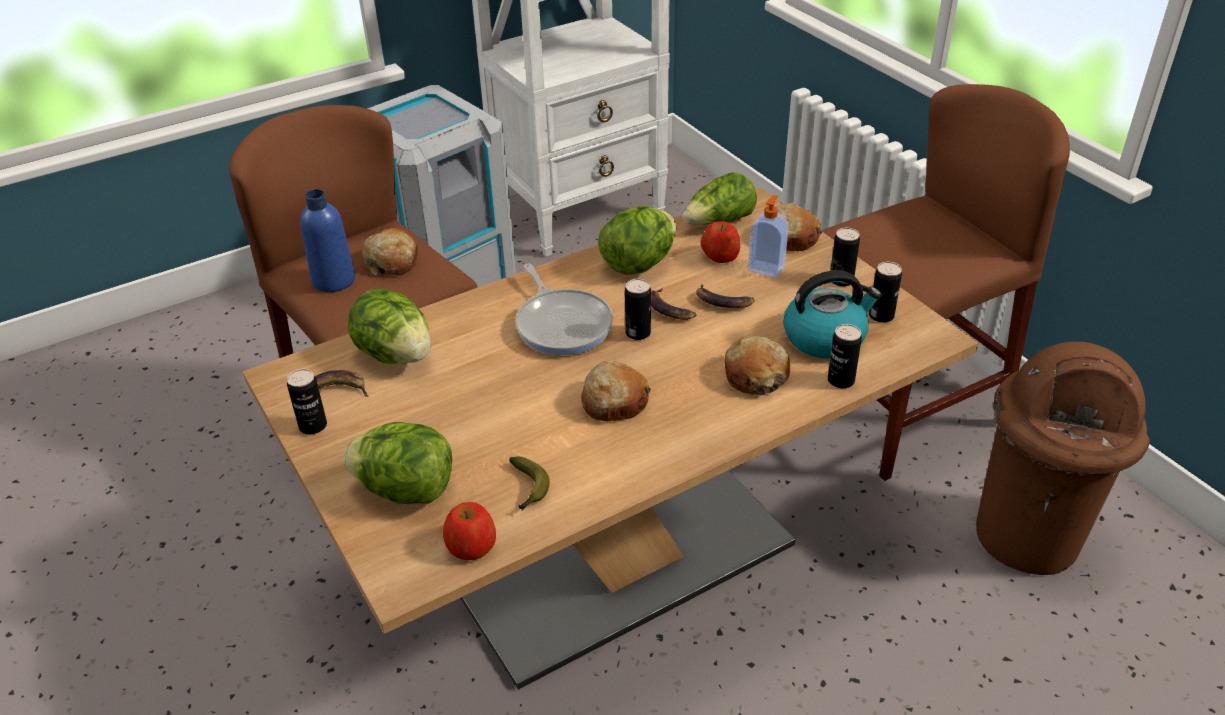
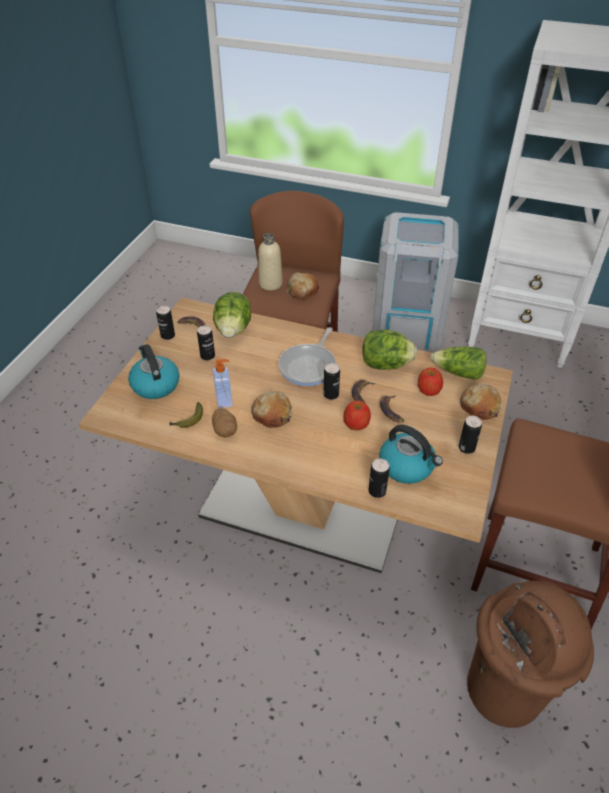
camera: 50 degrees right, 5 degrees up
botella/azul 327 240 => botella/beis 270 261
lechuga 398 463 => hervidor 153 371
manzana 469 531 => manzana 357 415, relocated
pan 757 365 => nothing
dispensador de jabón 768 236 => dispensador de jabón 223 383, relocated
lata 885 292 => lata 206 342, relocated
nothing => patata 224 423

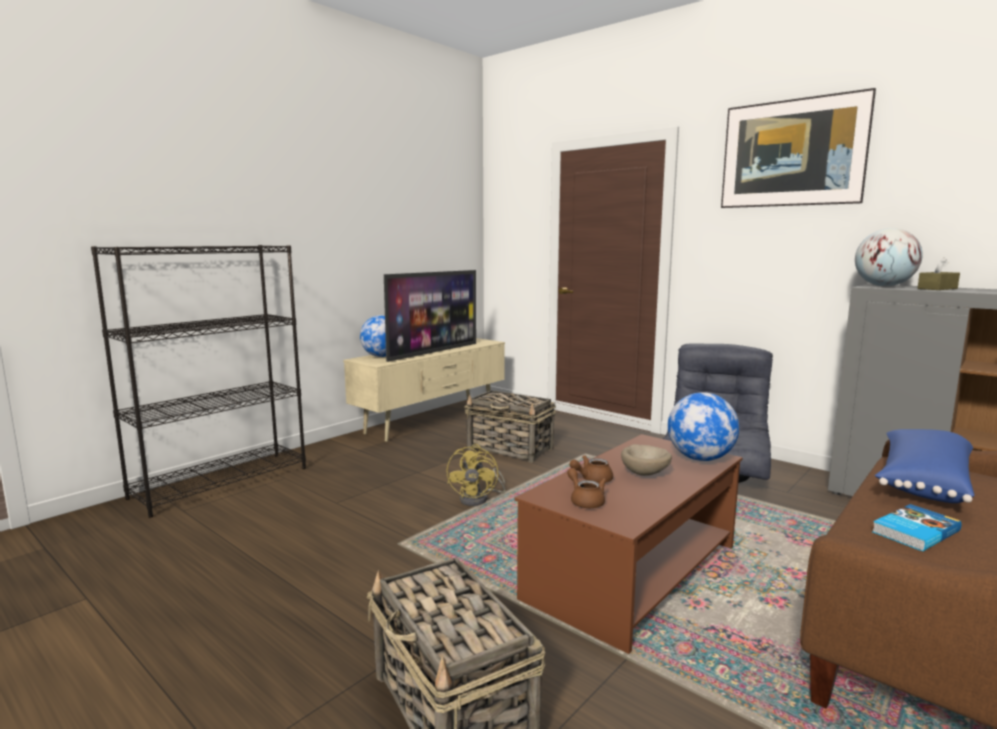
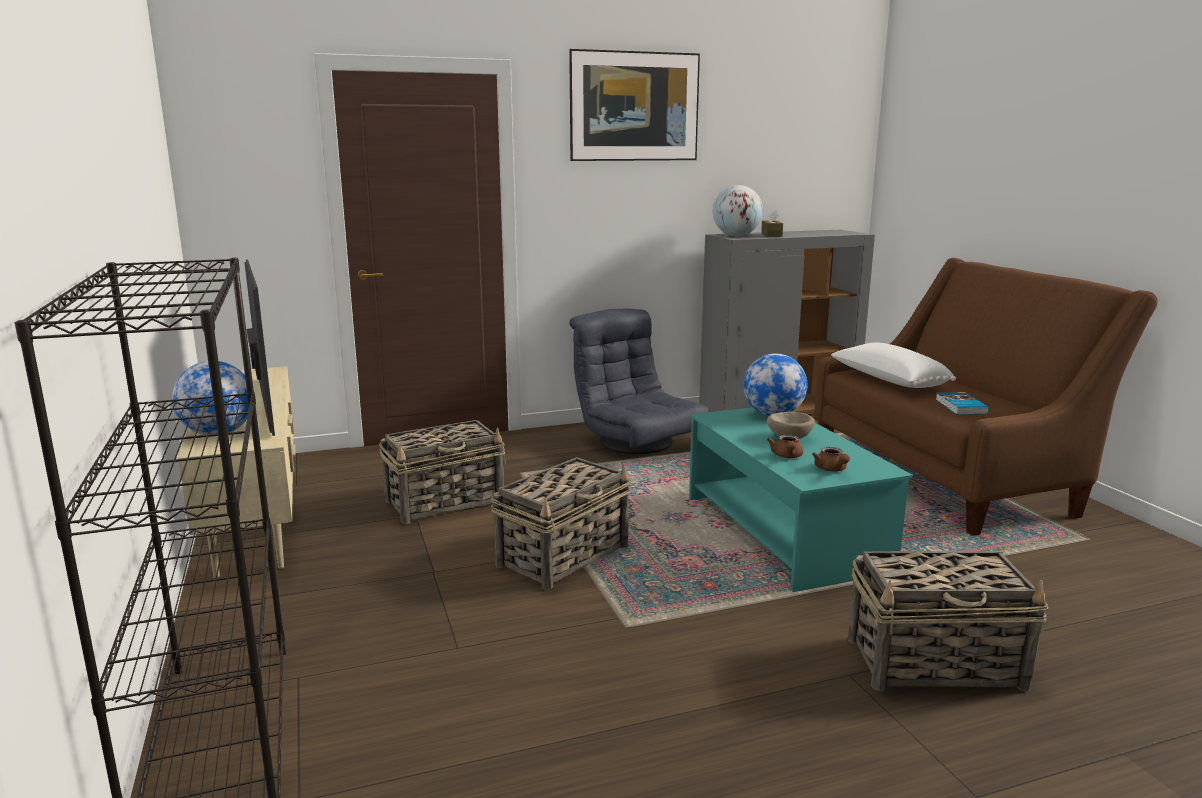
camera: 60 degrees left, 5 degrees up
ventilador/amarillo 476 475 => cesta 561 523
mesa de centro/marrón 629 544 => mesa de centro/turquesa 801 499
tetera/marrón 586 488 => tetera/marrón 831 459, 105 degrees counterclockwise
cojín/azul 925 466 => cojín/blanco 893 365

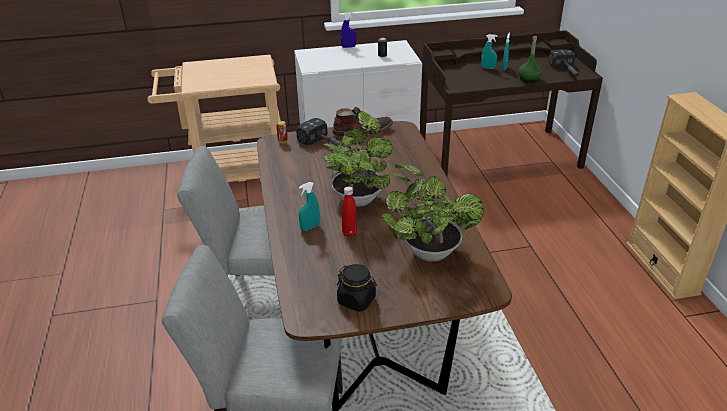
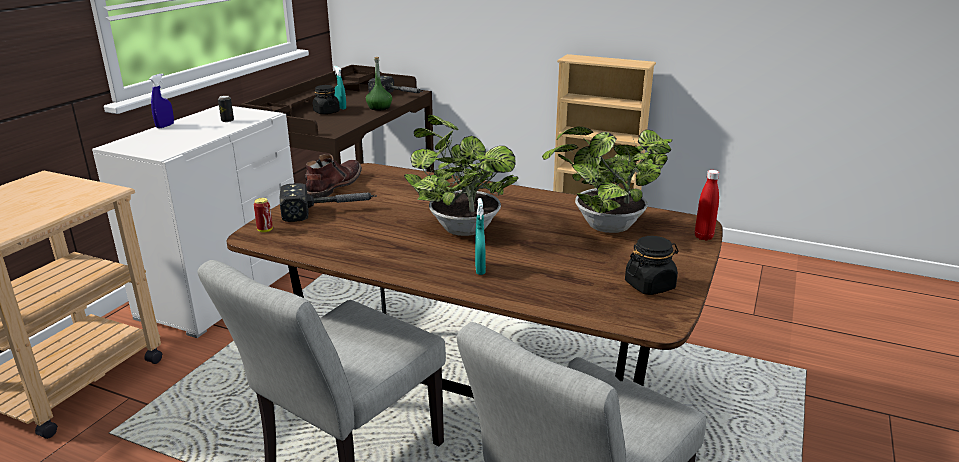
camera: 55 degrees left, 10 degrees down
botella/rojo 349 211 => botella/rojo 707 205, relocated
pulverizador/turquesa 489 51 => tarro/negro 326 99

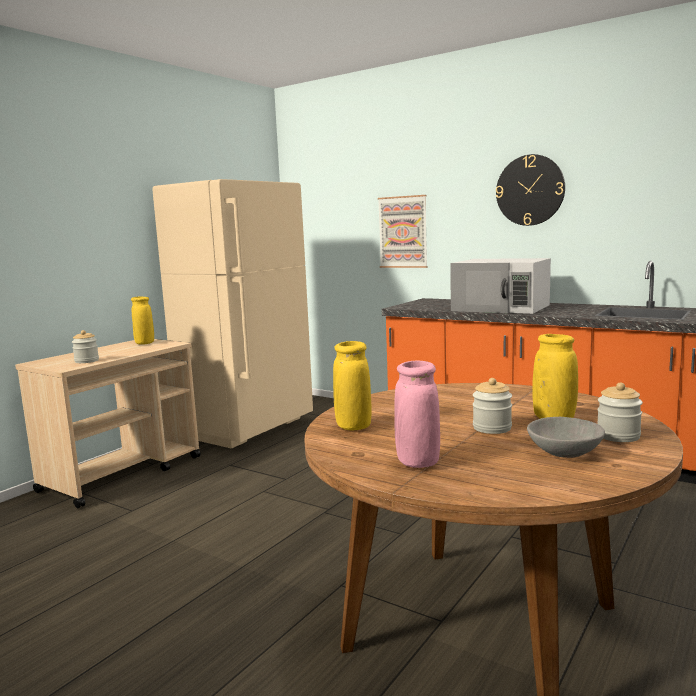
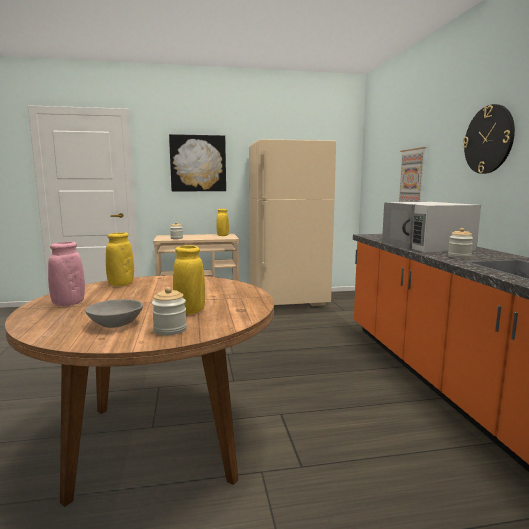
camera: 45 degrees right, 0 degrees up
tarro 492 406 => tarro 460 243, relocated
nothing => cuadro 197 162

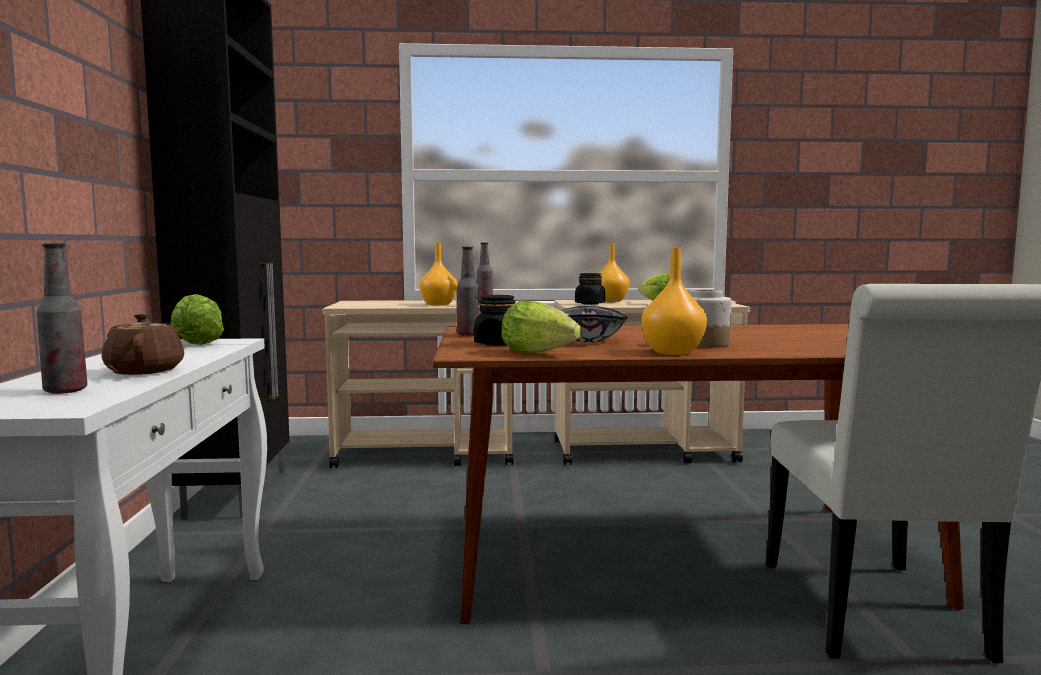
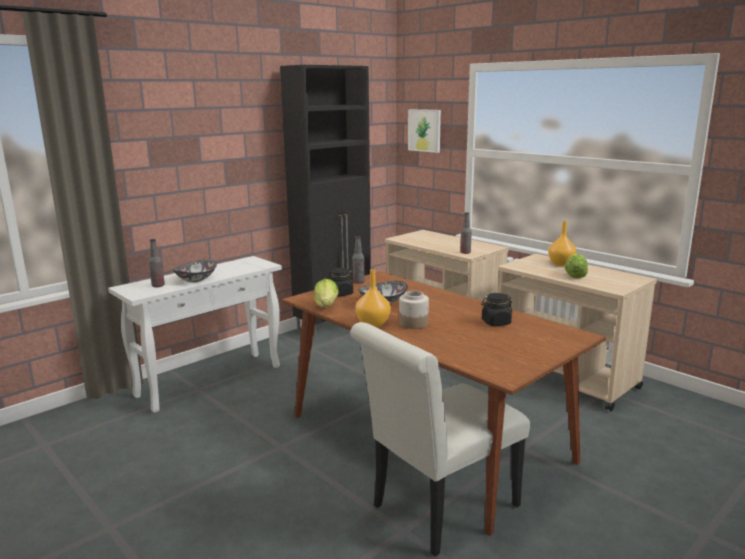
camera: 50 degrees right, 10 degrees up
tetera/marrón 143 344 => cuenco 194 270
lechuga 197 319 => nothing
florero/naranja 438 274 => nothing
tarro/negro 590 289 => tarro/negro 496 309, relocated
nothing => cuadro 424 131

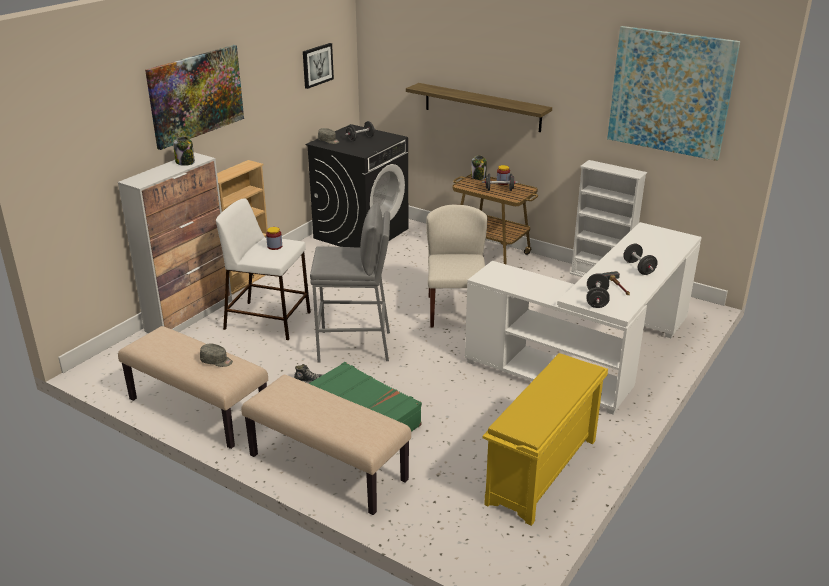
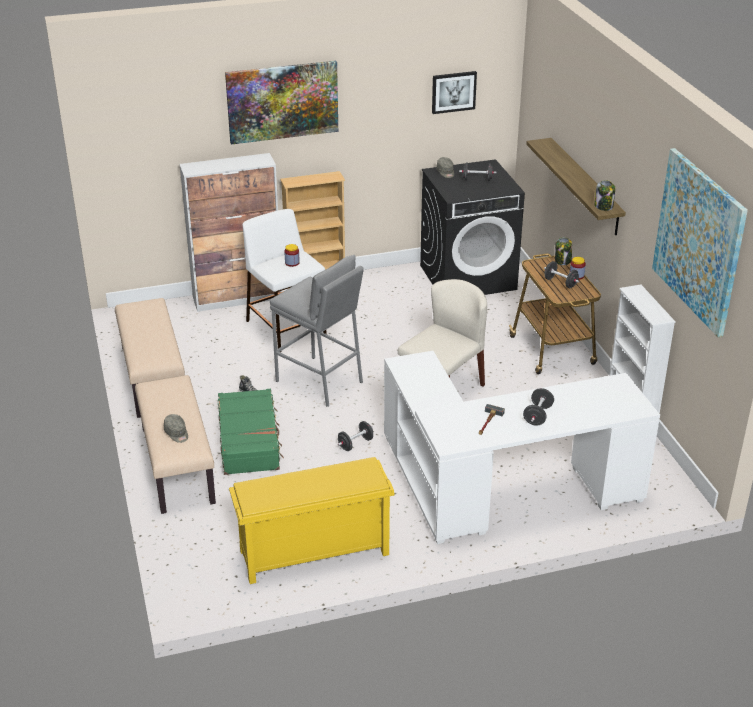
camera: 40 degrees right, 5 degrees up
tarro 184 151 => tarro 605 195, relocated
gorra/gris 216 355 => gorra/gris 176 428, relocated
mancuerna/negro 598 290 => mancuerna/negro 355 436, relocated

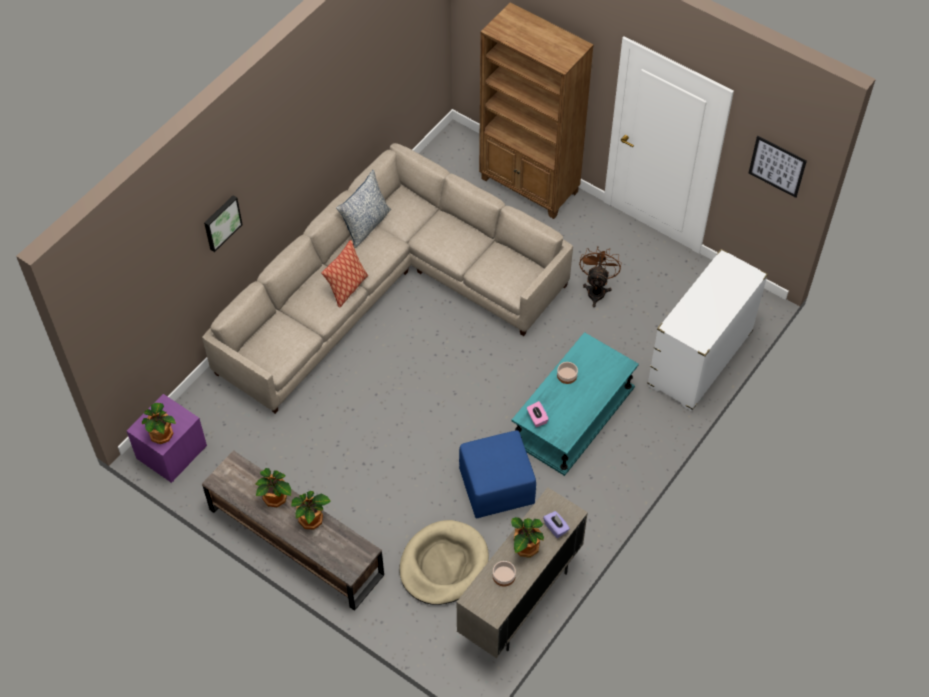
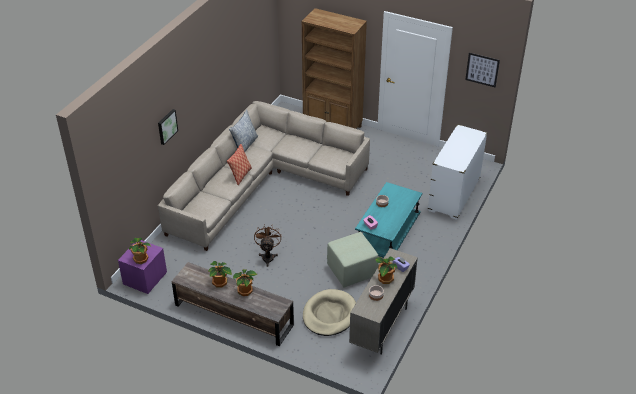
camera: 10 degrees left, 15 degrees down
puf/azul 497 474 => puf/verde 352 259
ventilador/marrón 600 276 => ventilador/marrón 267 245, relocated

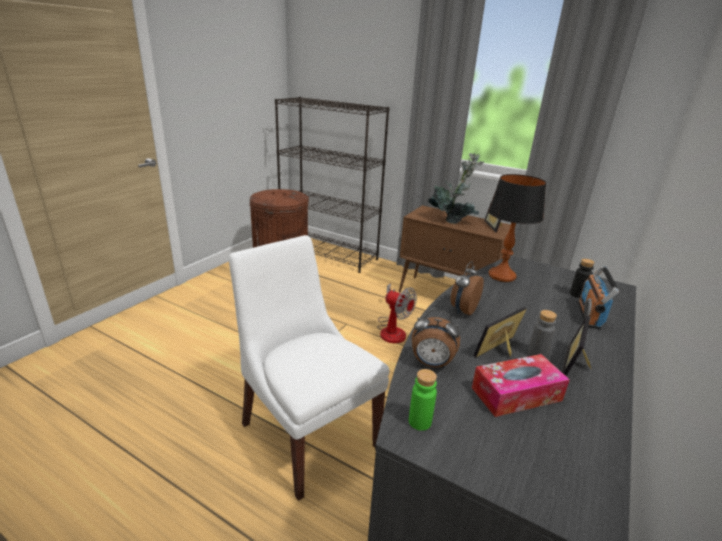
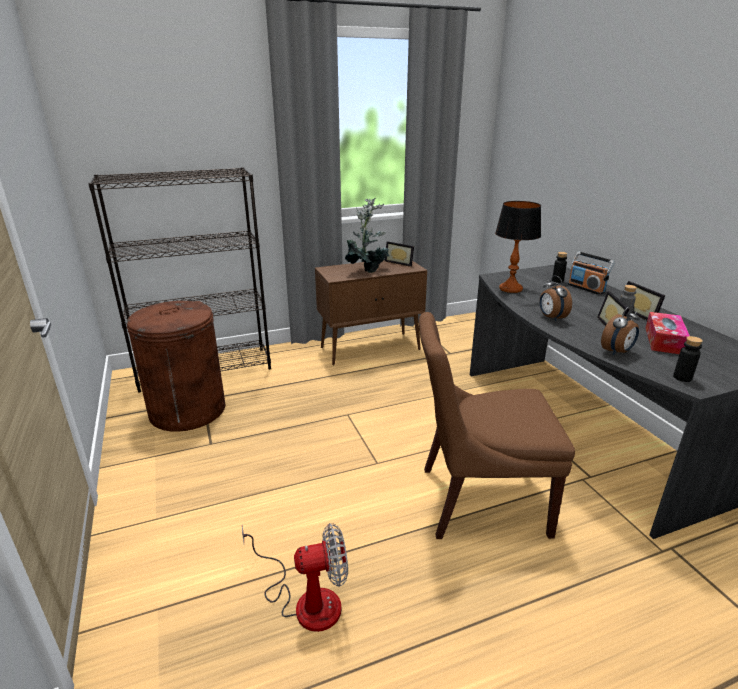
camera: 50 degrees left, 0 degrees up
silla/blanco 309 368 => silla/marrón 497 425
ventilador 397 313 => ventilador 295 577, relocated
botella/verde 423 400 => botella/negro 688 359

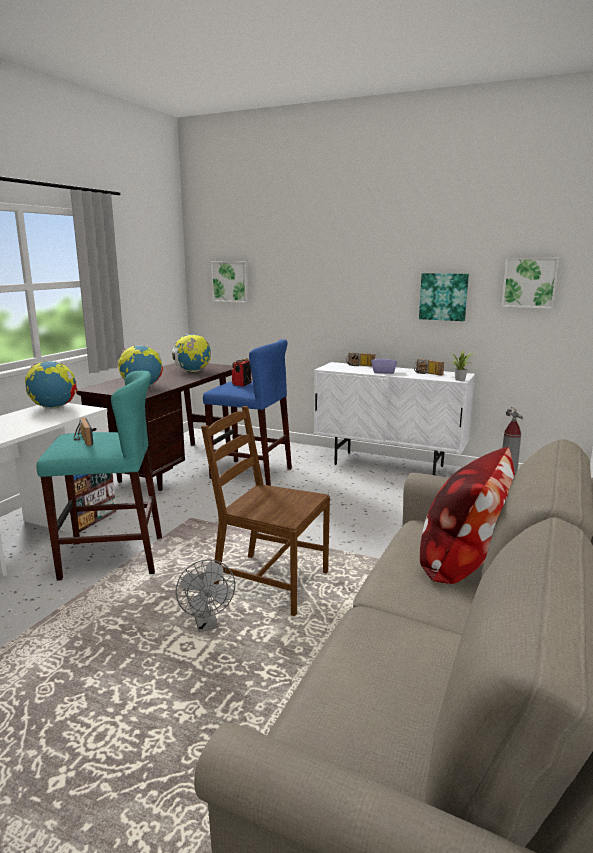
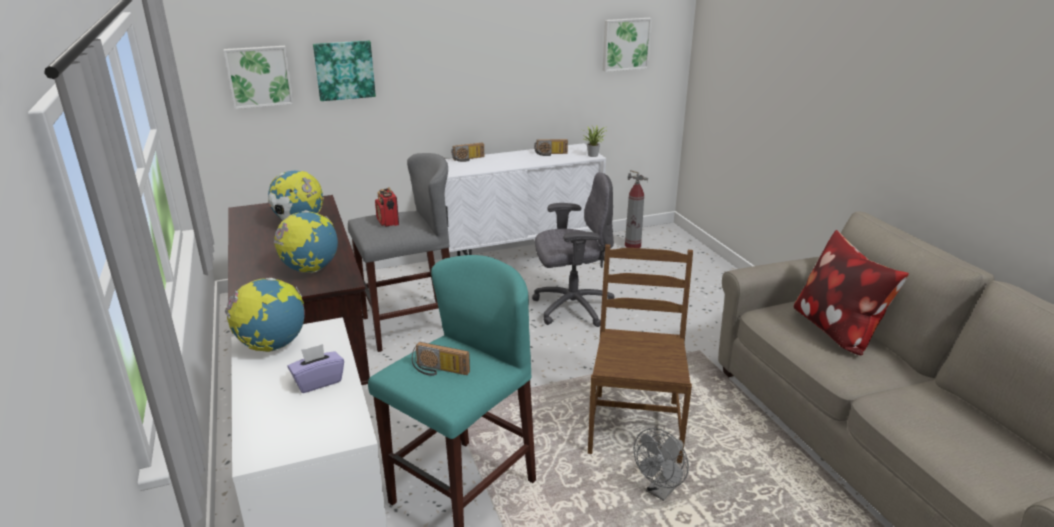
camera: 45 degrees left, 10 degrees up
ventilador/gris 205 595 => ventilador/gris 661 464, 105 degrees clockwise
silla/marrón 265 511 => silla/marrón 640 354, 120 degrees clockwise
taburete/azul 247 412 => taburete/gris 399 252
caja de pañuelos/morado 384 363 => caja de pañuelos/morado 316 368, relocated
cuadro 444 297 => cuadro 344 71, relocated
nothing => silla de oficina/gris 573 249

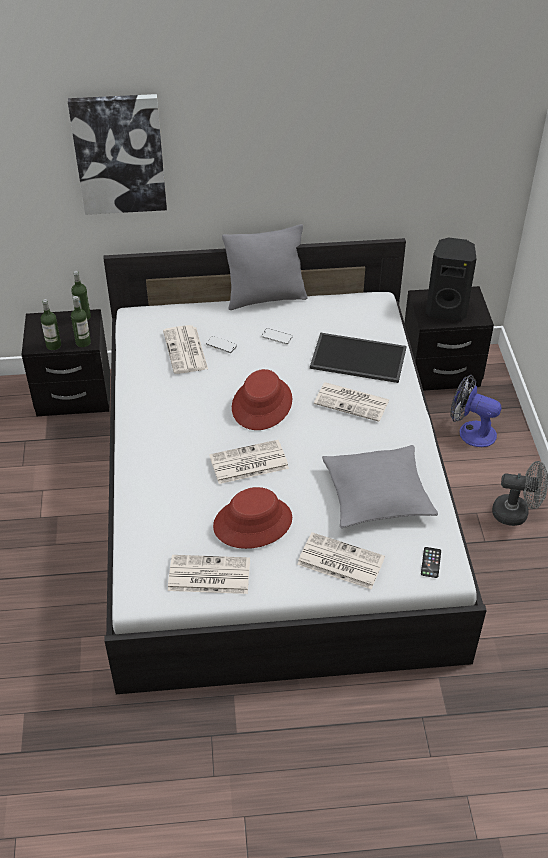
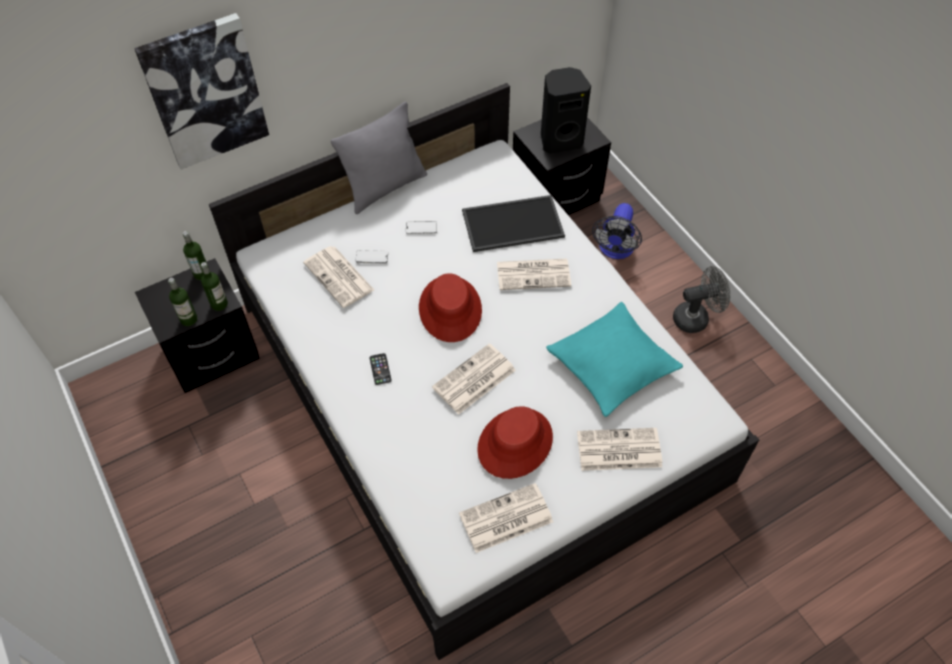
camera: 25 degrees left, 10 degrees up
cojín/gris 380 486 => cojín/turquesa 614 359
móvil 431 562 => móvil 380 369, relocated
ventilador 476 411 => ventilador 617 231, 75 degrees counterclockwise

